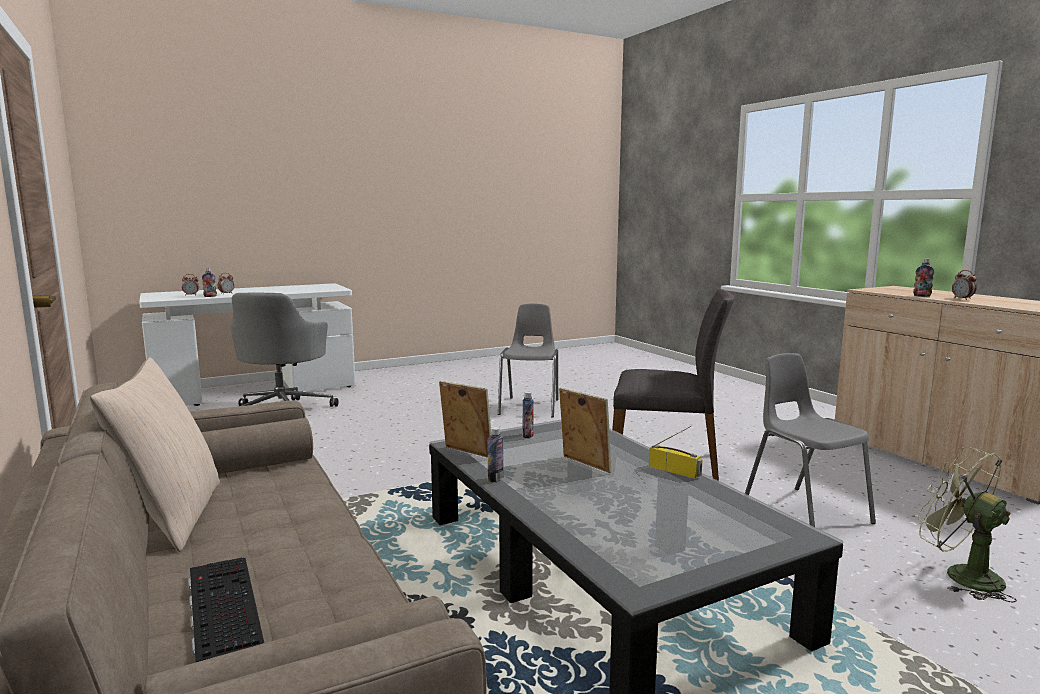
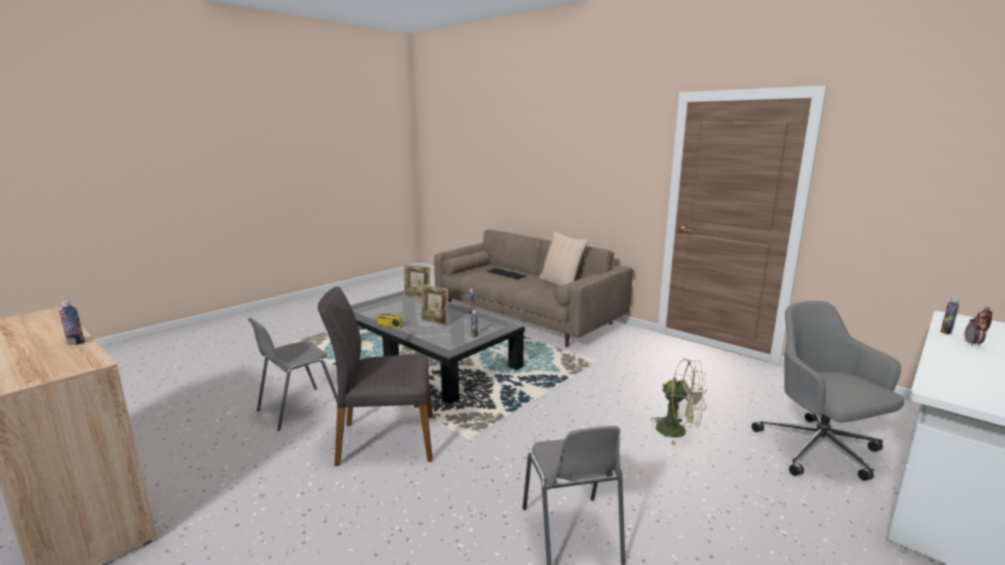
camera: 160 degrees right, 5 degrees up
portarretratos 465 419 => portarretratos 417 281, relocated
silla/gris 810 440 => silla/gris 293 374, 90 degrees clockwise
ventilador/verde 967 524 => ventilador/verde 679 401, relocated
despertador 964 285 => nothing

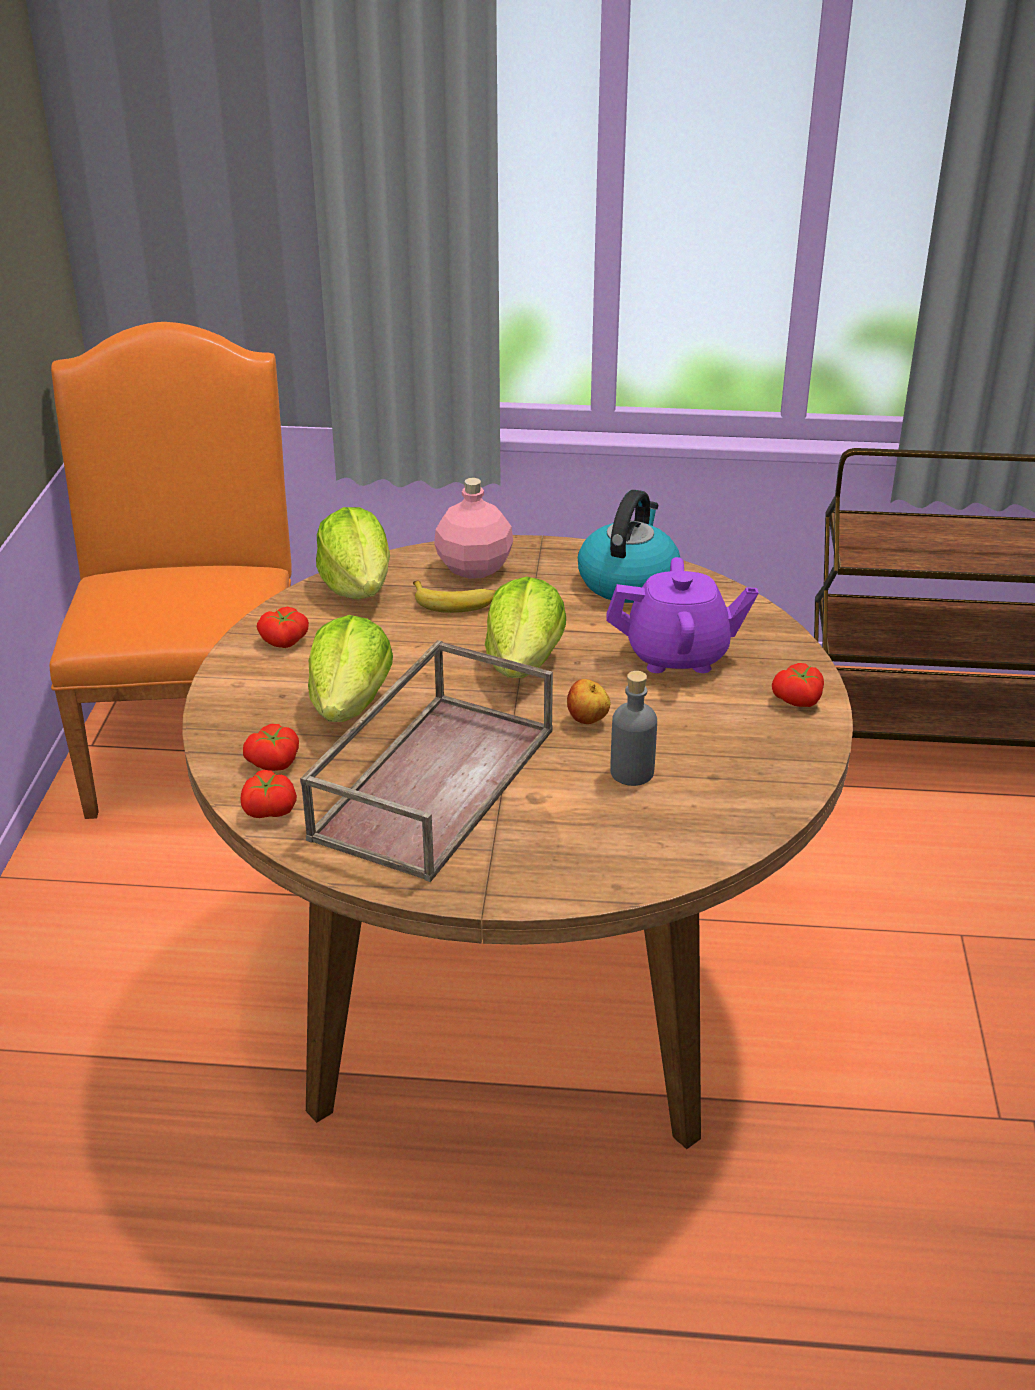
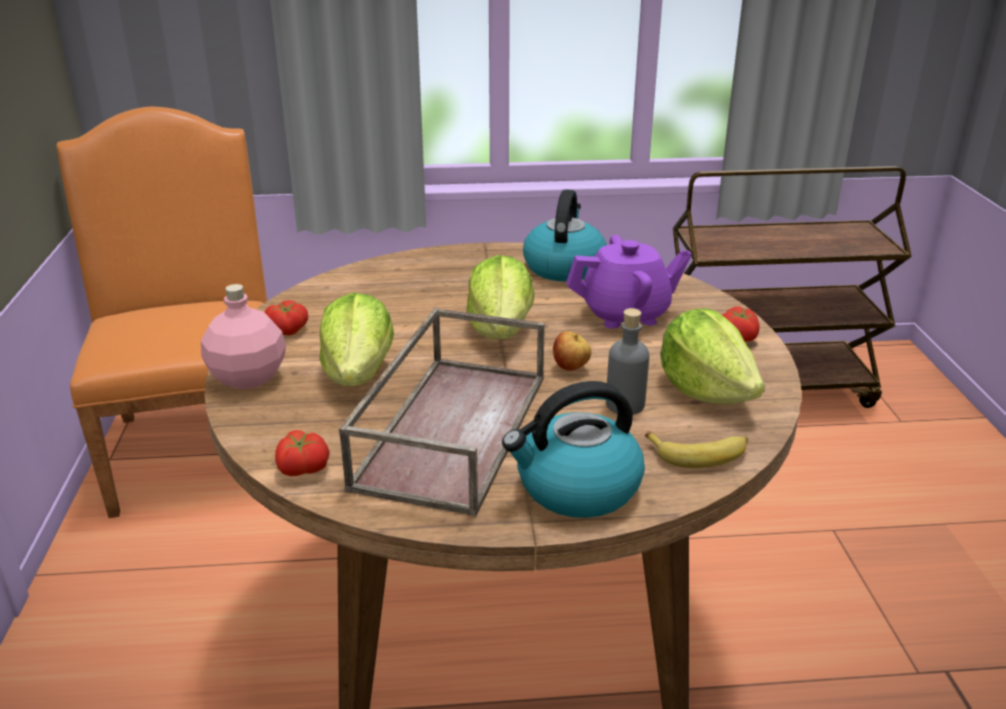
camera: 10 degrees left, 5 degrees down
tomate 271 747 => nothing
lechuga 353 553 => lechuga 712 356, relocated
plátano 454 596 => plátano 696 450, relocated
botella/rosa 473 528 => botella/rosa 243 336, relocated
nothing => hervidor 573 449

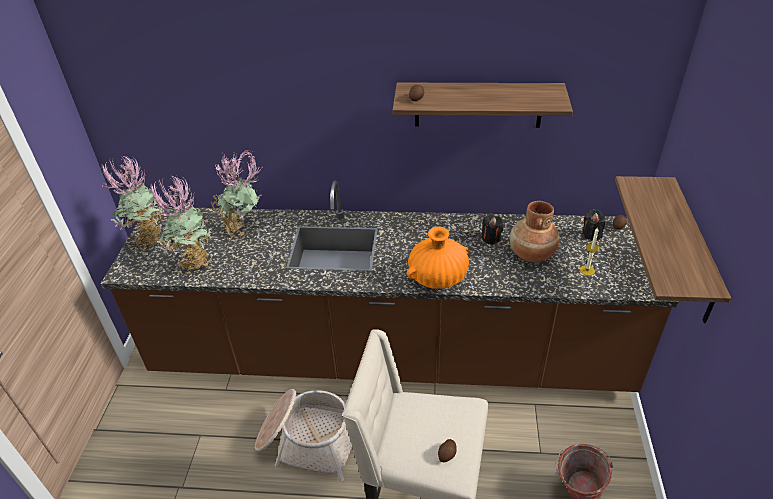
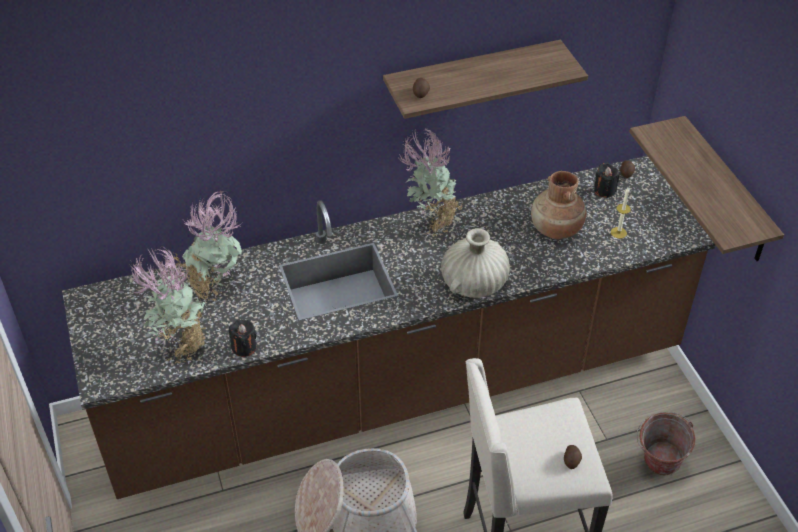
camera: 25 degrees left, 5 degrees up
planta en maceta 132 203 => planta en maceta 430 182, relocated
florero/naranja 438 258 => florero/beis 475 263
vela/negro 492 229 => vela/negro 243 338, relocated

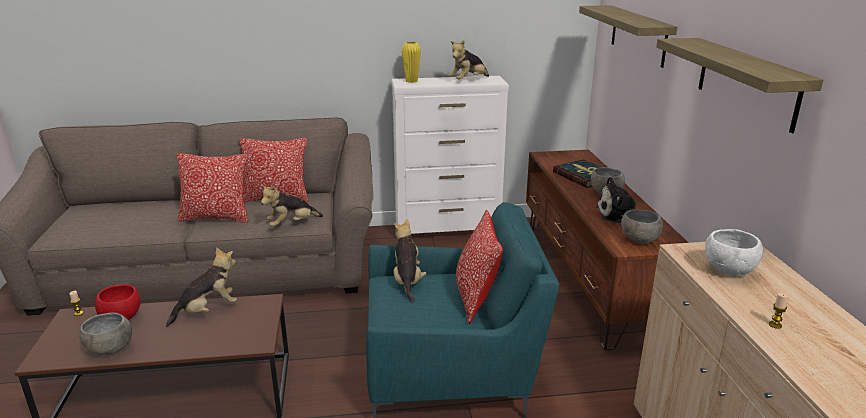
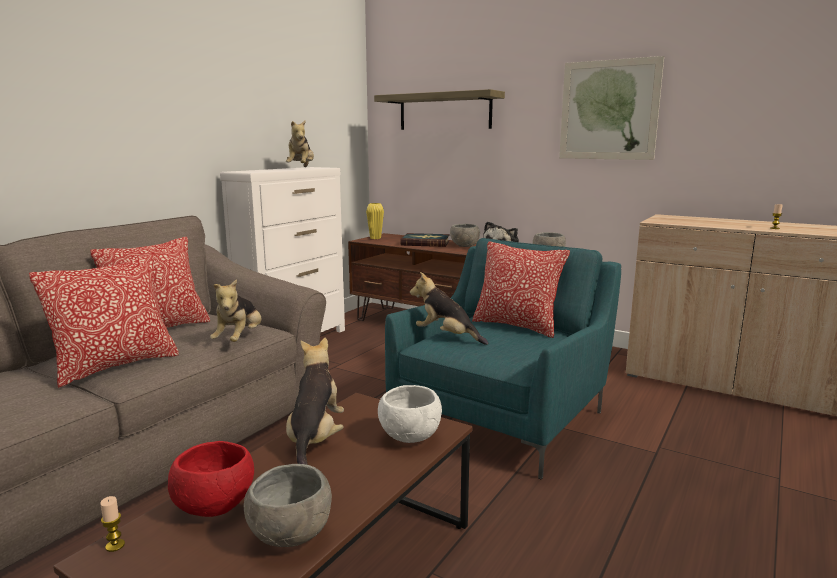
camera: 50 degrees left, 10 degrees down
florero/amarillo 411 62 => florero/amarillo 375 221, relocated
estante 739 85 => cuadro 611 108
cuenco/blanco 734 252 => cuenco/blanco 410 414, relocated

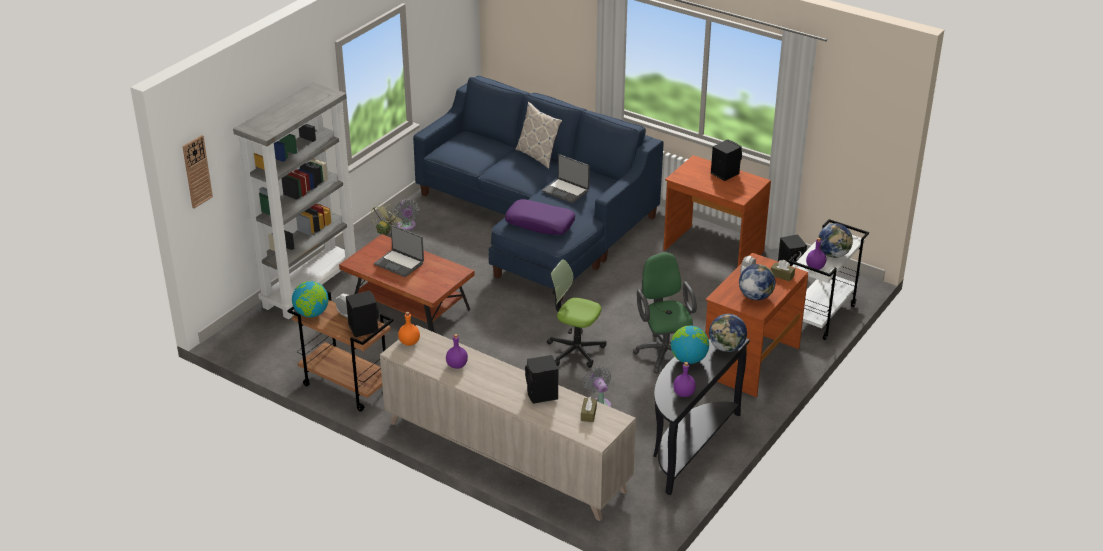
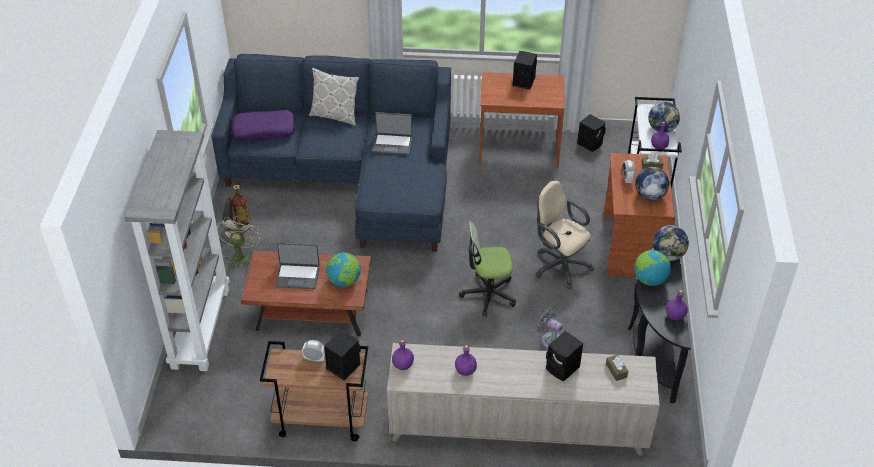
camera: 30 degrees left, 10 degrees up
reloj de pared 197 172 => nothing
globo terráqueo 310 299 => globo terráqueo 343 269, relocated
ventilador/gris 407 215 => extintor 236 205
botella/naranja 409 329 => botella/morado 403 354
cojín/morado 540 217 => cojín/morado 263 125, relocated
silla de oficina/verde 665 313 => silla de oficina/beis 564 234

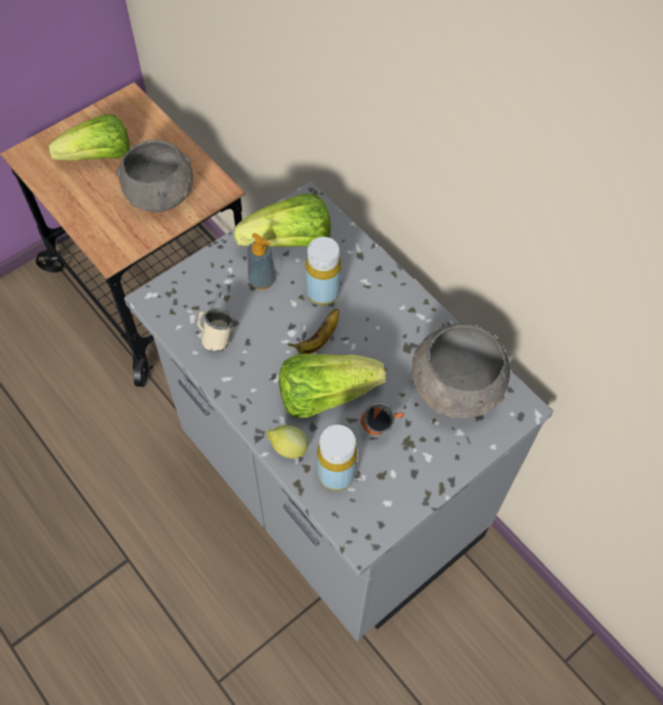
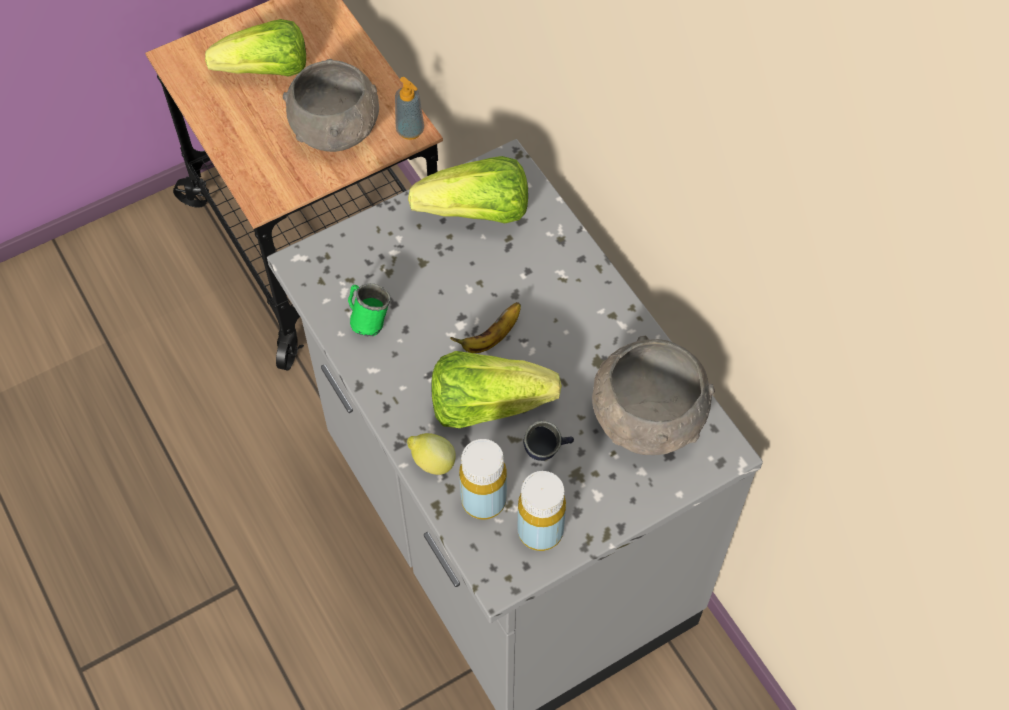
camera: 10 degrees right, 0 degrees up
taza grande/beis 216 330 => taza grande/verde 369 310
dispensador de jabón 261 261 => dispensador de jabón 409 108, relocated
botella/amarillo 323 271 => botella/amarillo 541 511, relocated
taza grande/naranja 382 418 => taza grande/azul 548 441

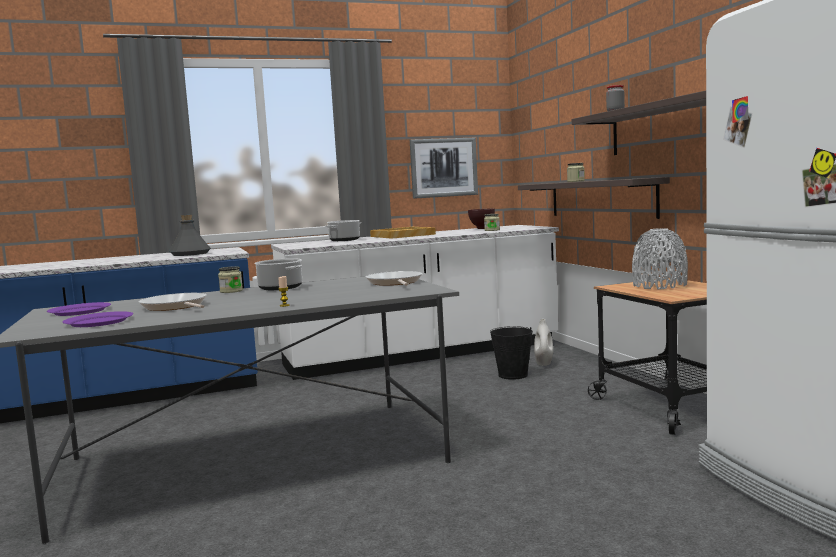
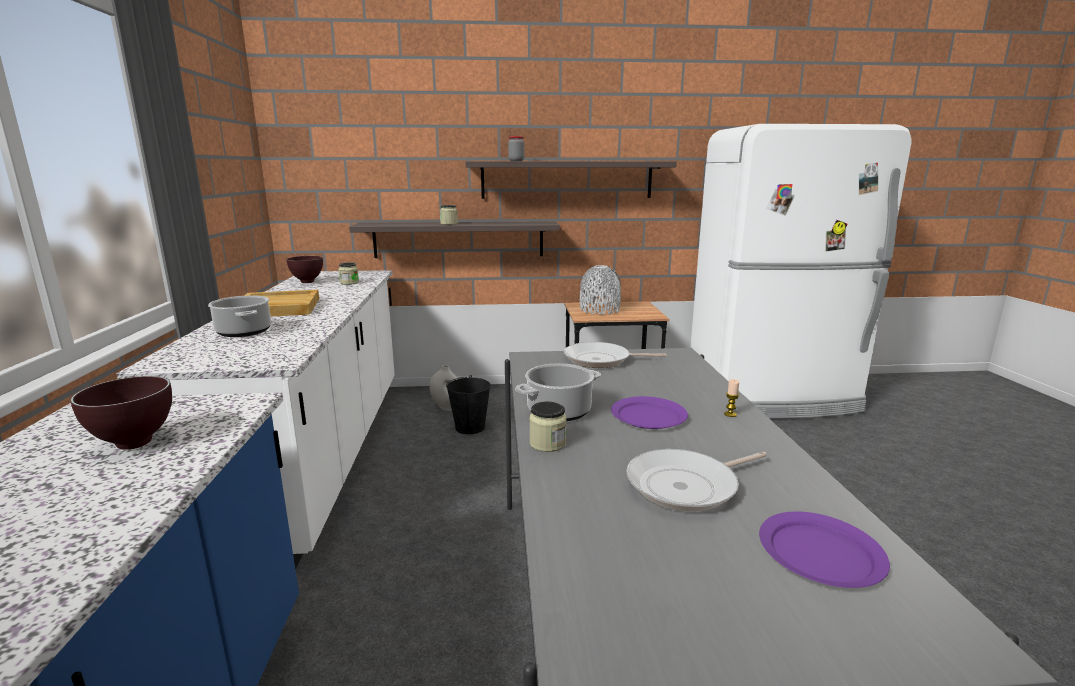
camera: 75 degrees left, 10 degrees up
plato/morado 79 309 => plato/morado 649 412, relocated
botella/gris 190 235 => cuenco/marrón 121 413
cuadro 444 168 => nothing

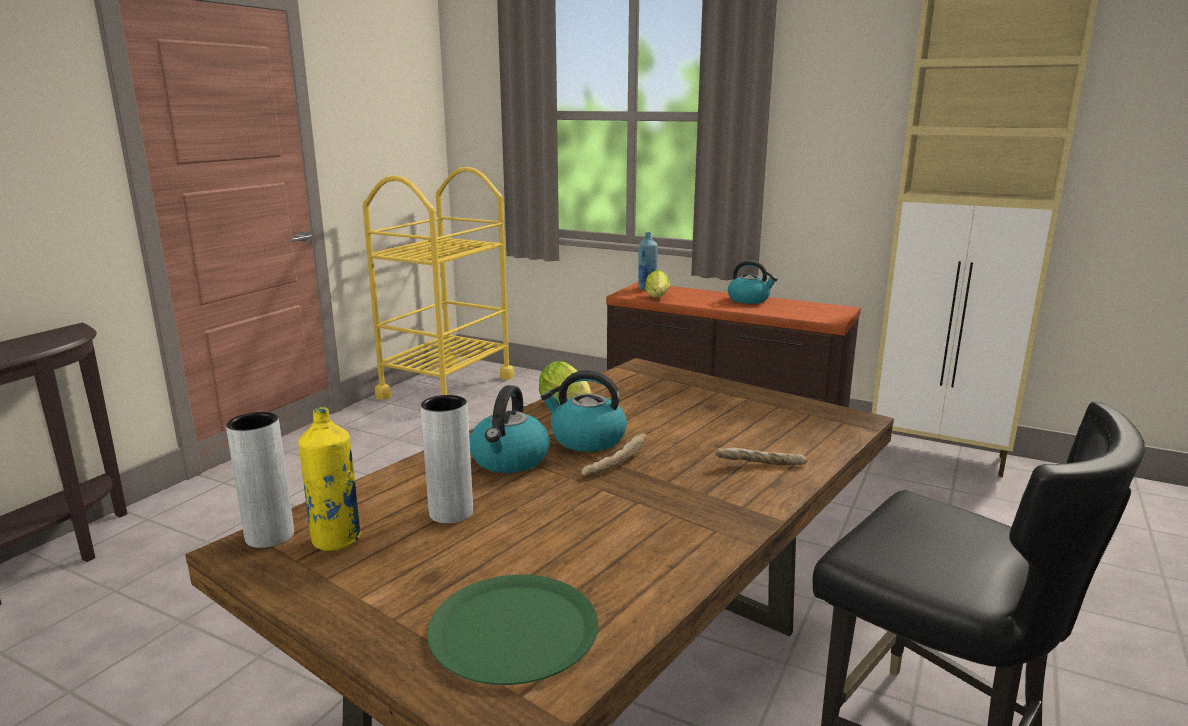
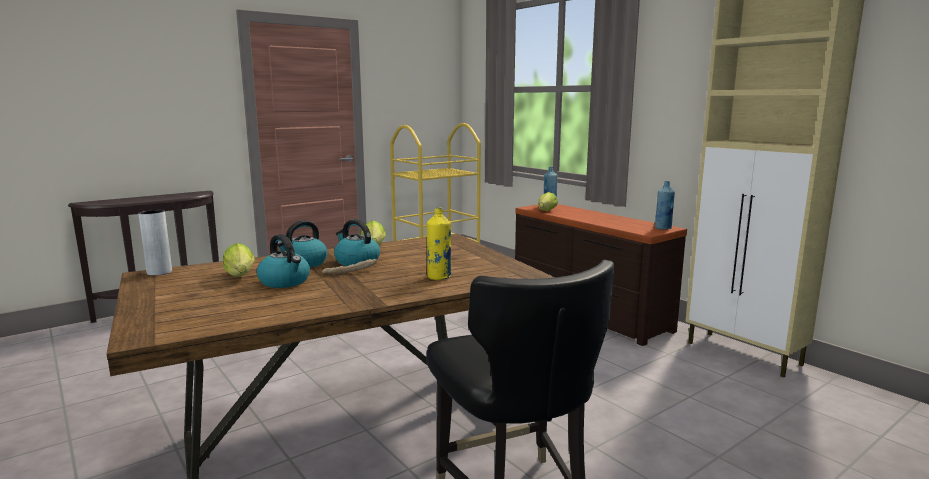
camera: 25 degrees right, 5 degrees down
botella/amarillo 329 479 => botella/amarillo 439 243, relocated
florero/gris 447 459 => lechuga 239 260
plato/verde 512 630 => nothing
pan 761 456 => nothing
hervidor 753 282 => hervidor 283 261, relocated
nothing => botella/azul 665 205

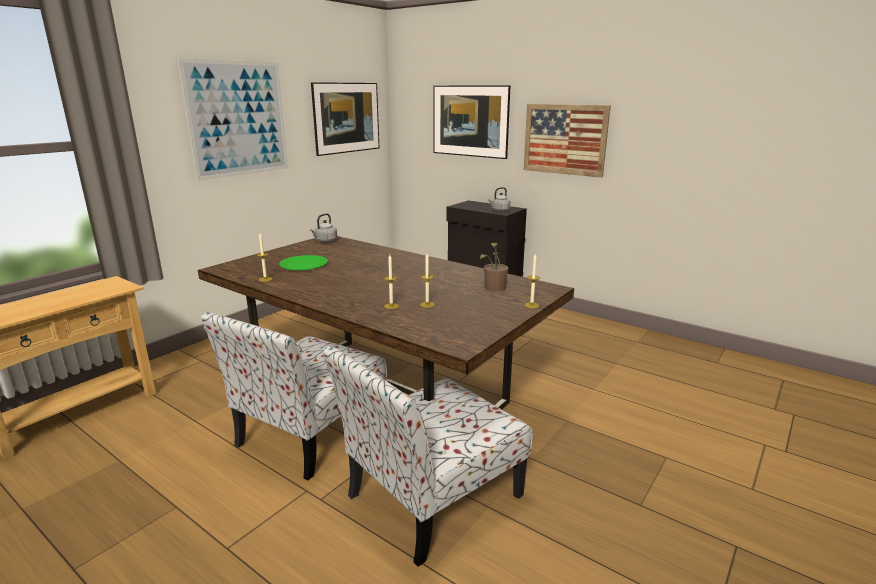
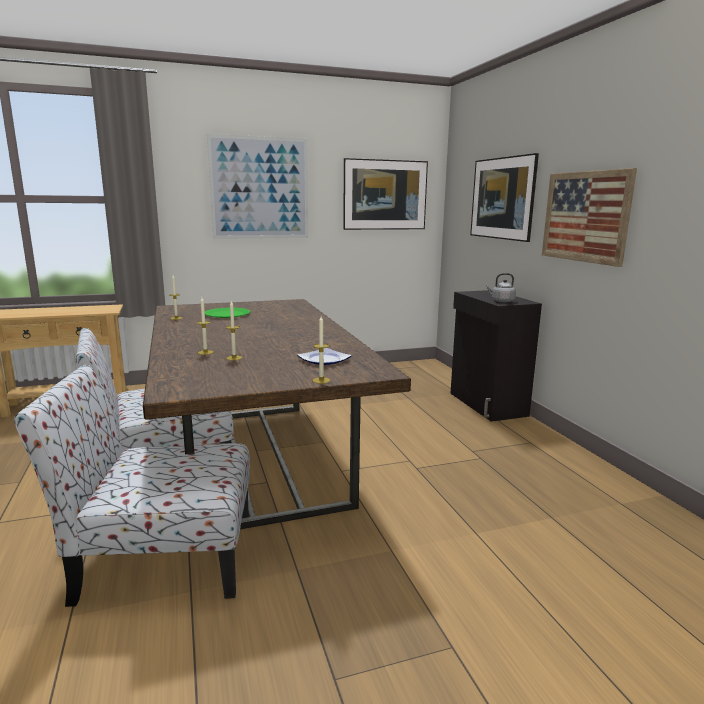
camera: 35 degrees right, 5 degrees down
hervidor/gris 323 228 => nothing
planta en maceta 494 267 => plato 324 356

